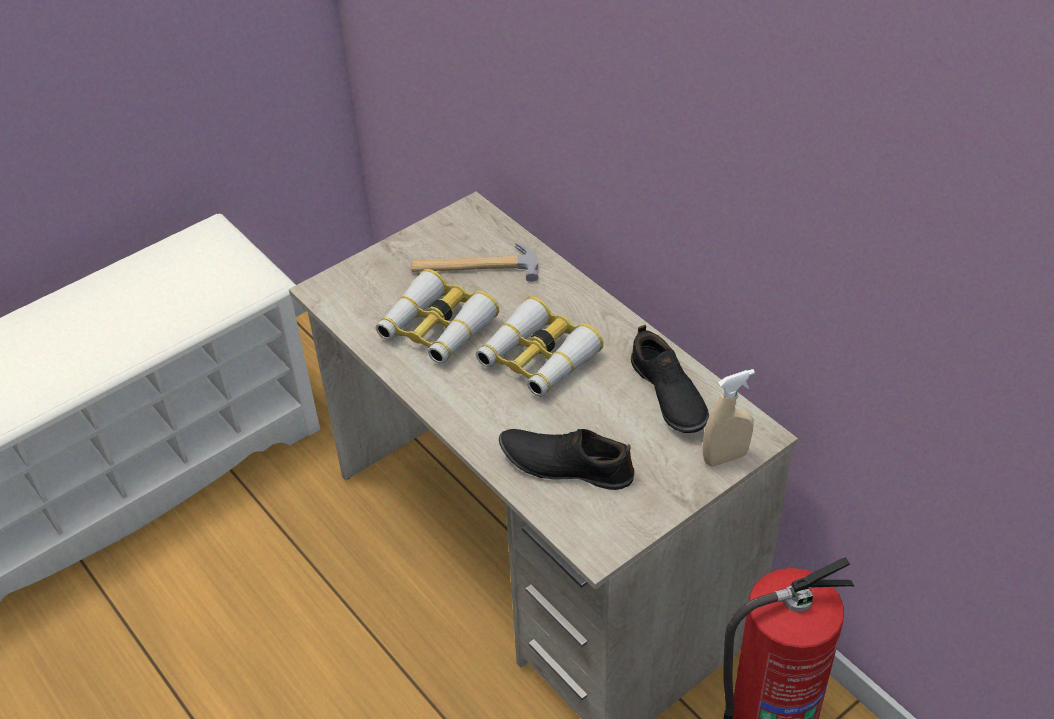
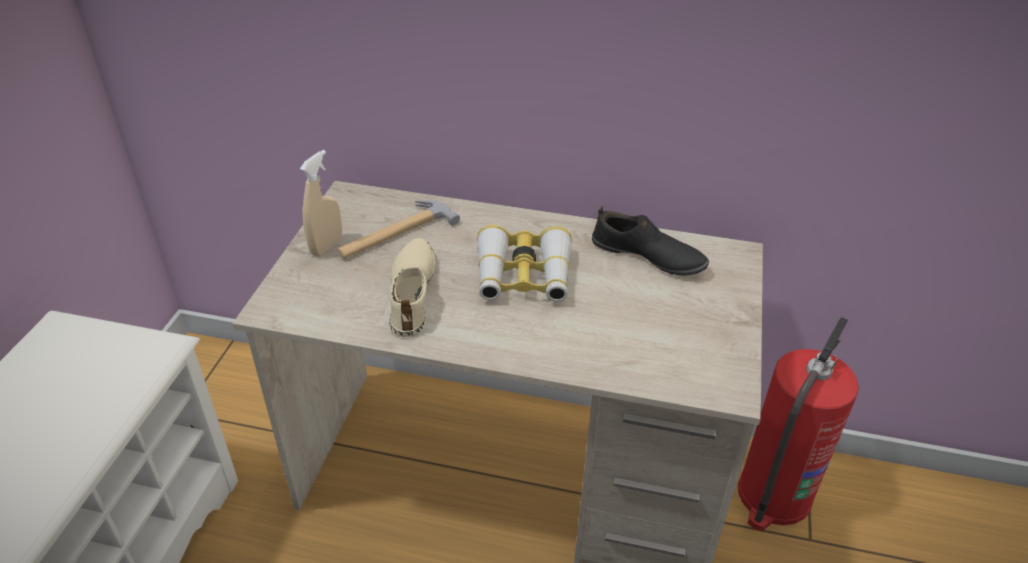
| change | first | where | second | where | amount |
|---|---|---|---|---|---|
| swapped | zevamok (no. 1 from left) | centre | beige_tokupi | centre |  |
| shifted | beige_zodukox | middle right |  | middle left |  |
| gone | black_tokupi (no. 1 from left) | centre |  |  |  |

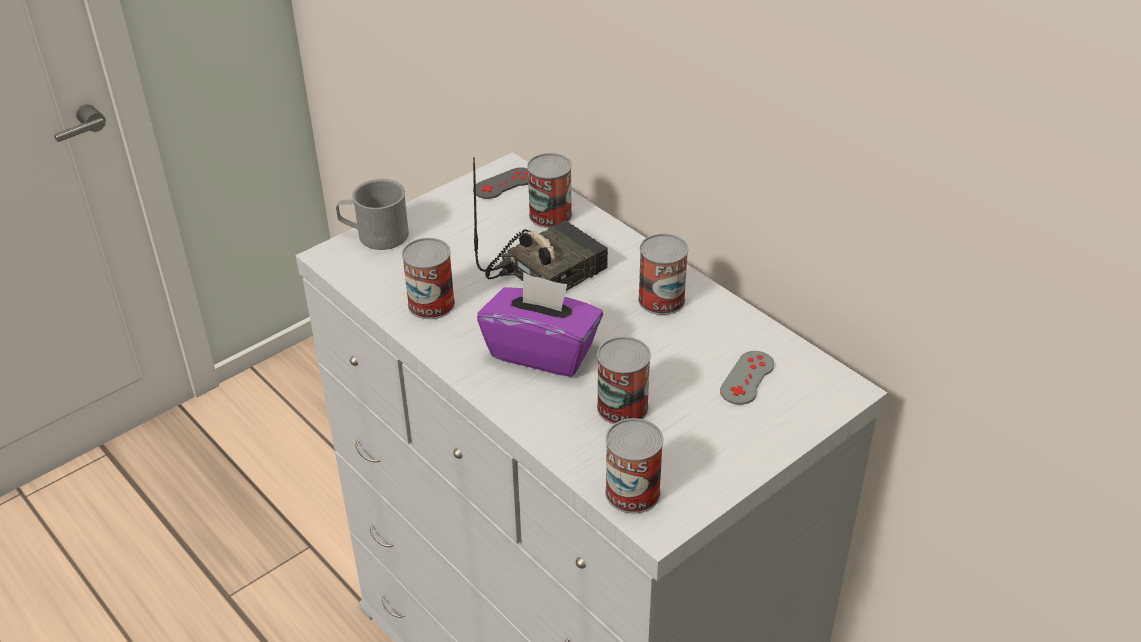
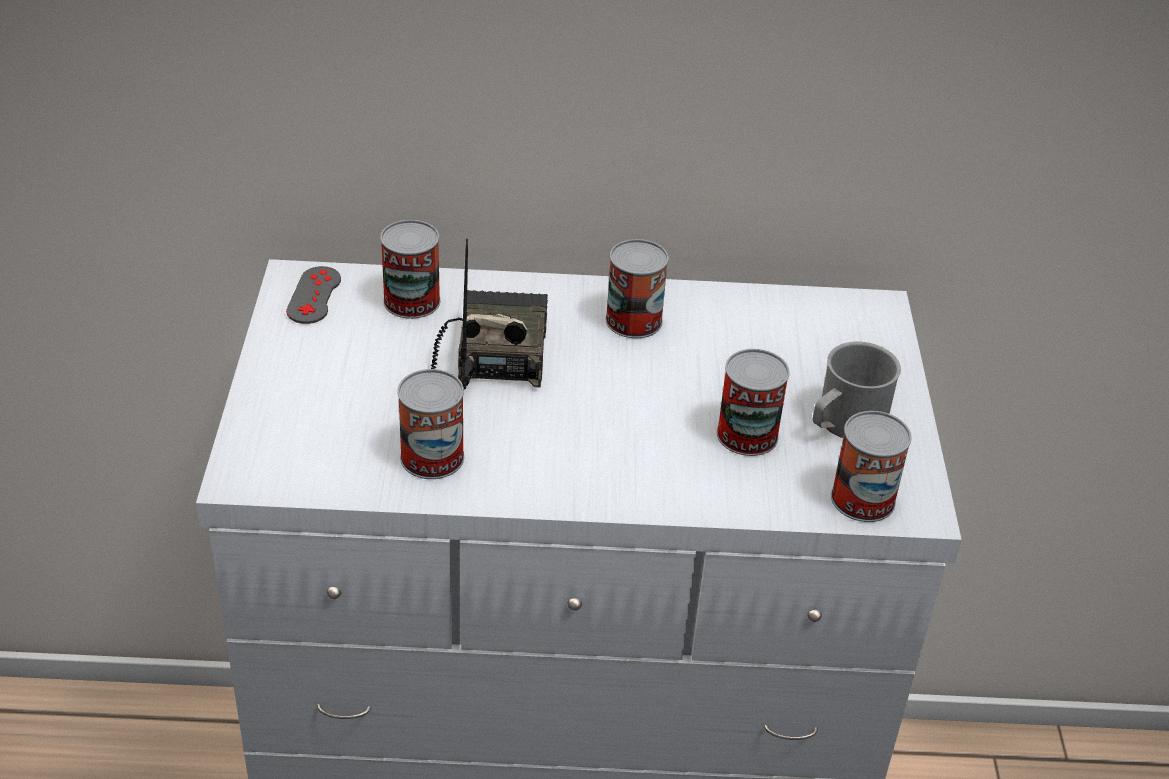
| change | first | where | second | where | amount |
|---|---|---|---|---|---|
| shifted | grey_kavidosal | middle left |  | middle right |  |
| gone | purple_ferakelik | centre |  |  |  |
| gone | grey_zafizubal (no. 2 from left) | centre |  |  |  |

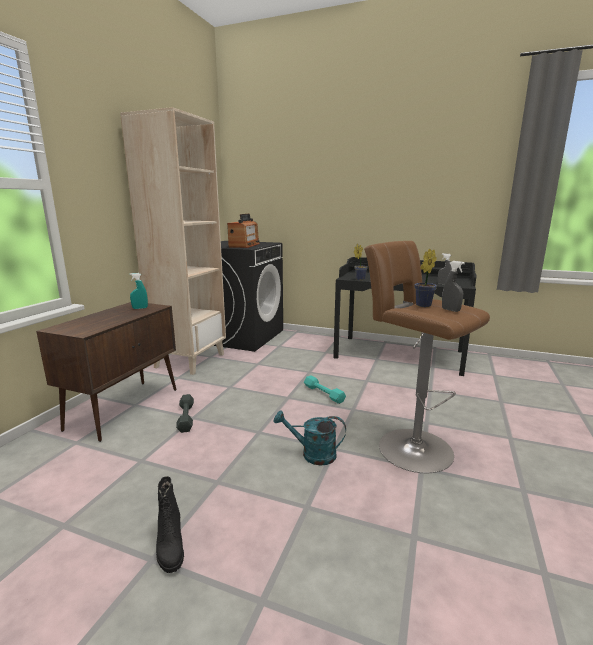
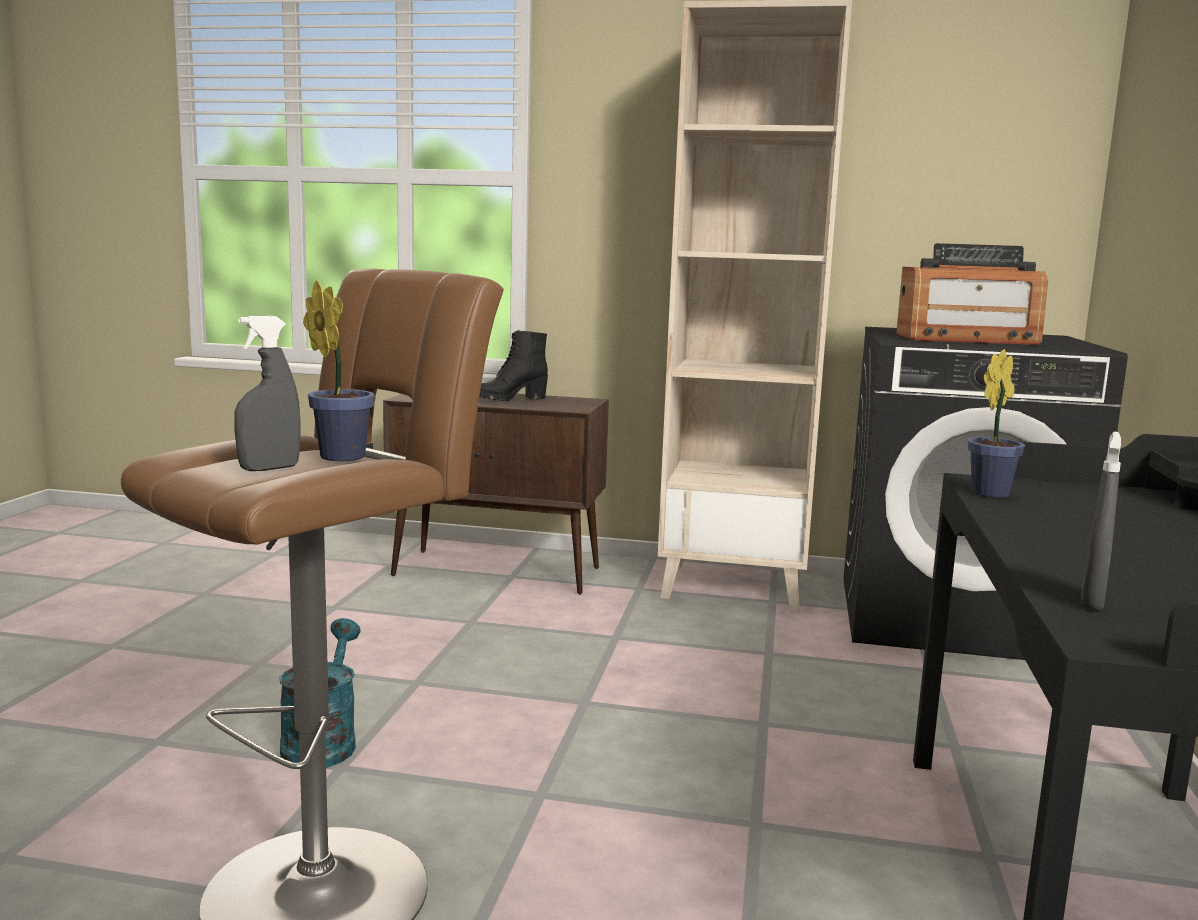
| change | first | where | second | where | amount |
|---|---|---|---|---|---|
| gone | turquoise_zodukox | middle left |  |  |  |
| gone | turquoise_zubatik | centre |  |  |  |
| gone | grey_zubatik | middle left |  |  |  |
| shifted | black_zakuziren | bottom left |  | centre |  |

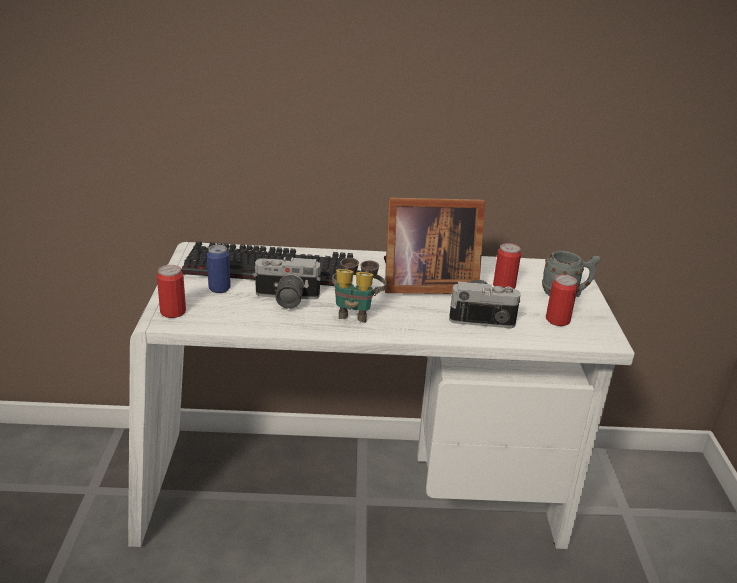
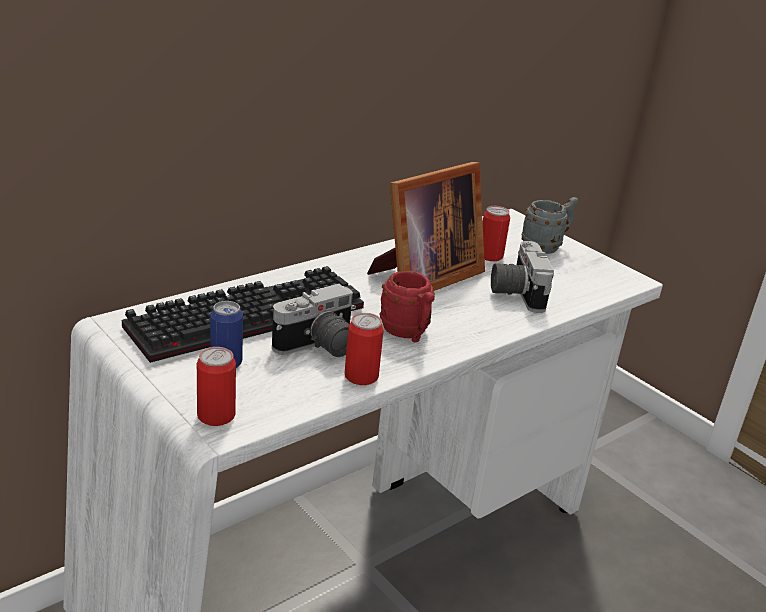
| change | first | where | second | where | amount |
|---|---|---|---|---|---|
| swapped | zevamok | centre | red_kavidosal | centre |  |
| shifted | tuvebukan (no. 4 from left in the first image) | middle right | tuvebukan (no. 3 from left) | centre |  |
| rotated | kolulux (no. 2 from left) | centre |  | middle right | 60 degrees counterclockwise |

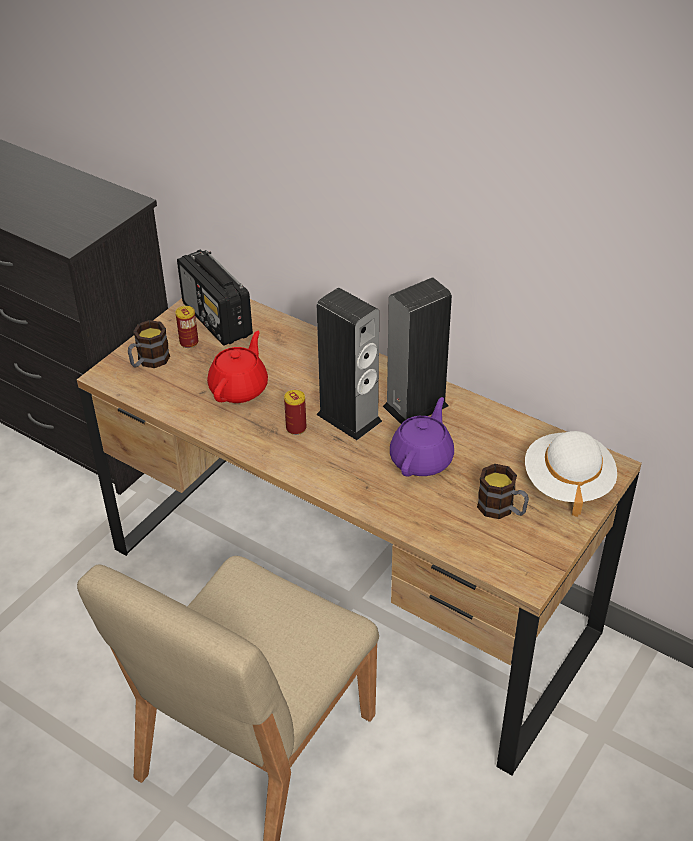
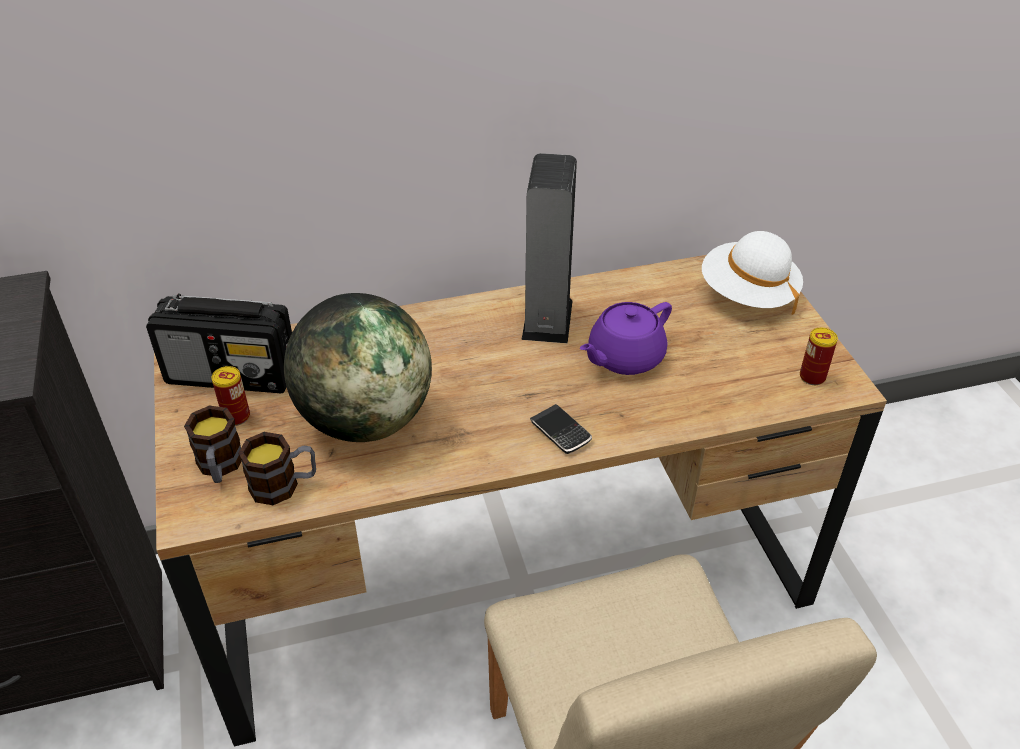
| change | first | where | second | where | amount |
|---|---|---|---|---|---|
| gone | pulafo (no. 1 from left) | centre |  |  |  |
| swapped | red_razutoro | centre | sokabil | centre |  |
| shifted | tuvebukan (no. 2 from left) | centre |  | middle right |  |
| rotated | purple_razutoro | centre |  | centre | 105 degrees counterclockwise |
| shifted | kavidosal (no. 2 from left) | middle right |  | middle left |  |
| new |  |  | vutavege | centre |  |

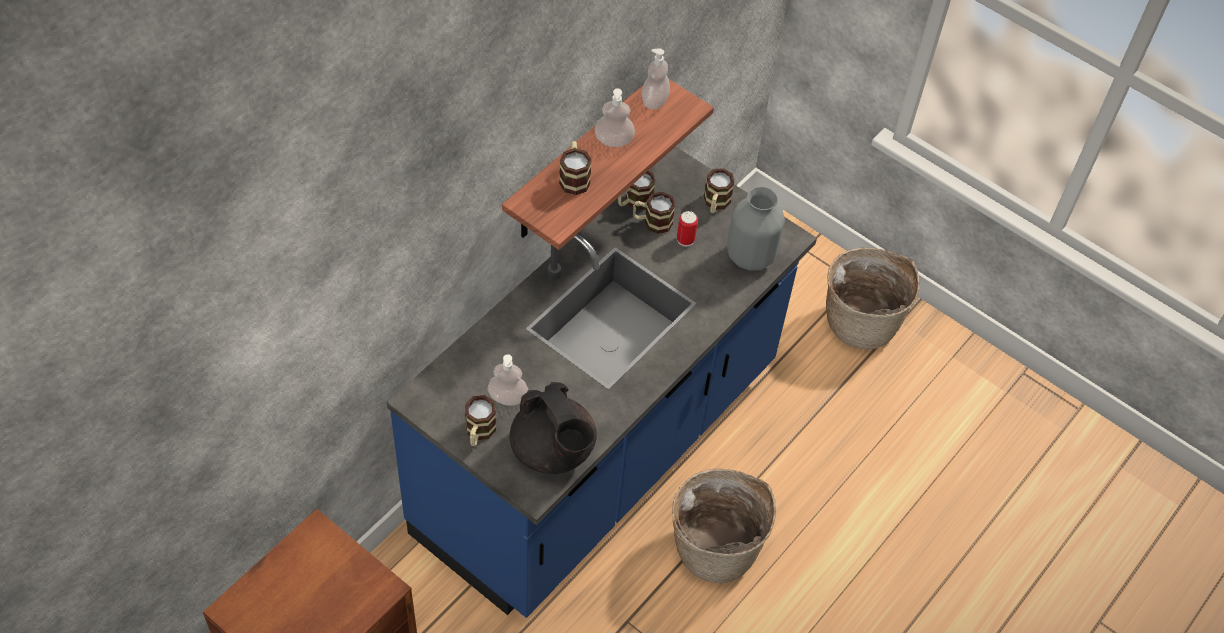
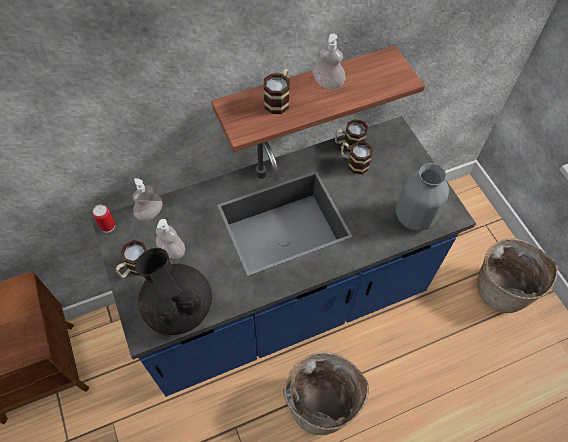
| change | first | where | second | where | amount |
|---|---|---|---|---|---|
| shifted | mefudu (no. 3 from left in the first image) | top centre | mefudu (no. 1 from left) | middle left |  |
| gone | kavidosal (no. 5 from left) | top centre |  |  |  |
| shifted | tuvebukan | centre |  | middle left |  |
| rotated | black_razutoro | bottom centre |  | middle left | 150 degrees clockwise |

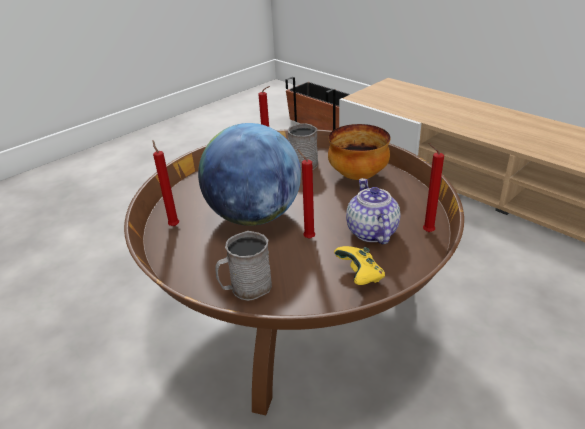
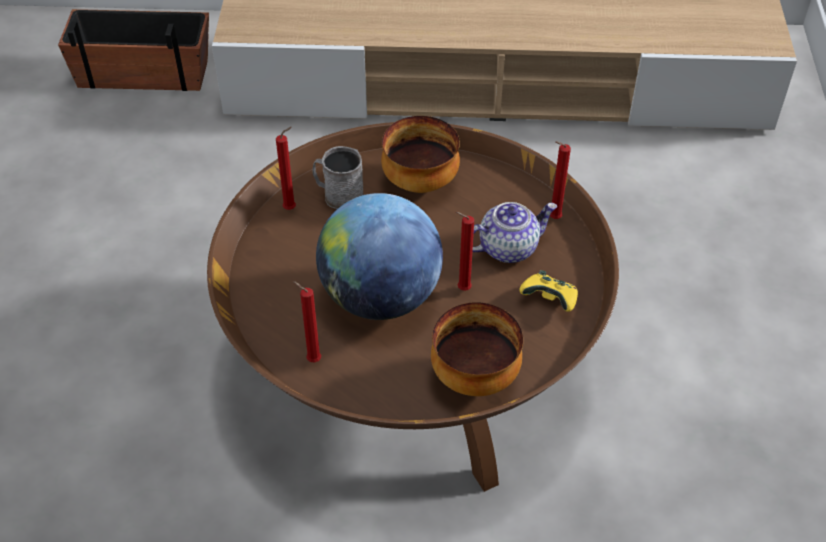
| change | first | where | second | where | amount |
|---|---|---|---|---|---|
| rotated | razutoro | centre |  | centre | 120 degrees clockwise |
| swapped | grey_kavidosal (no. 1 from left) | centre | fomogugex (no. 2 from left) | centre |  |

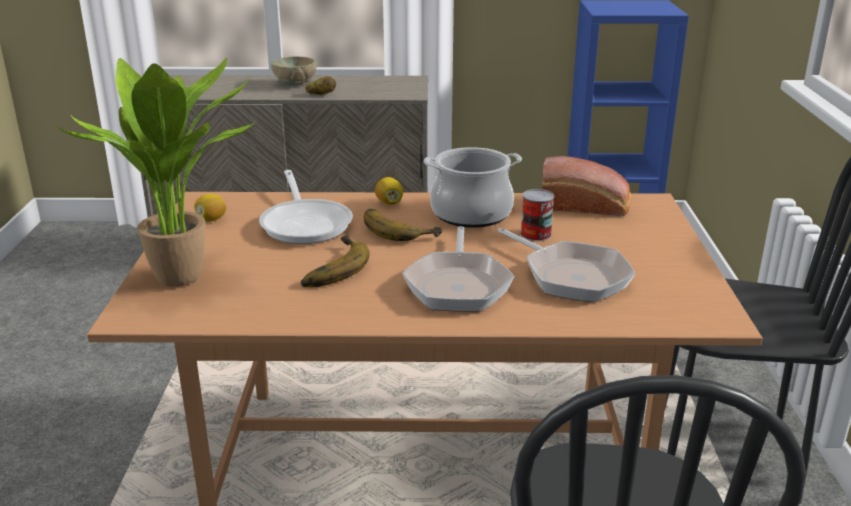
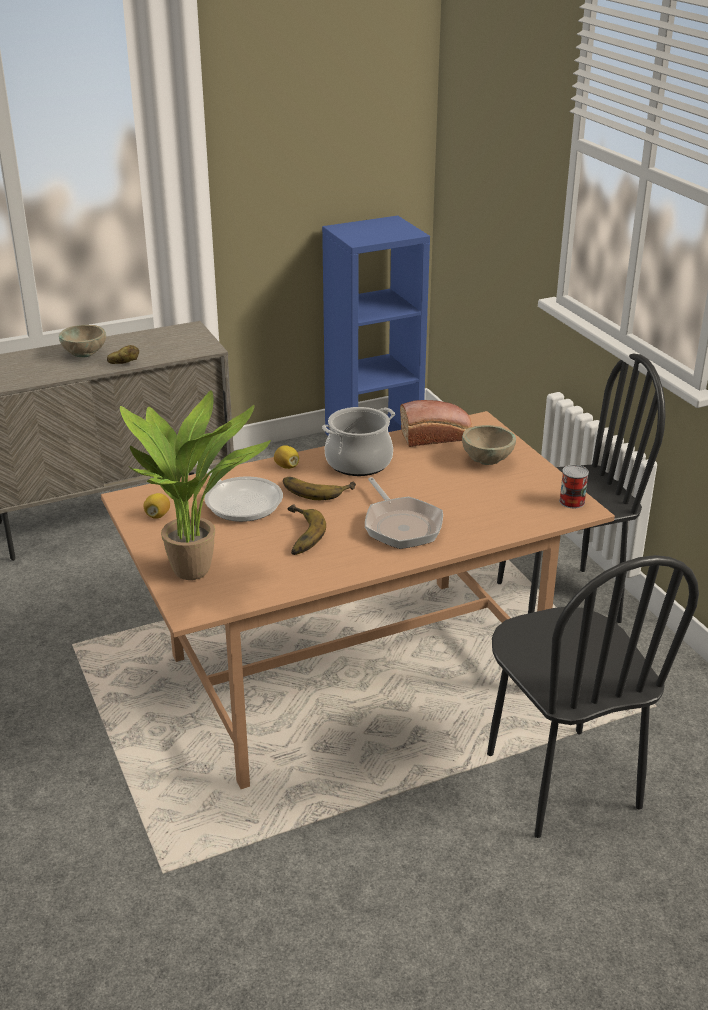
| change | first | where | second | where | amount |
|---|---|---|---|---|---|
| shifted | tuvebukan | centre |  | middle right |  |
| gone | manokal (no. 3 from left) | centre |  |  |  |
| new |  |  | beige_fomogugex (no. 2 from left) | middle right |  |

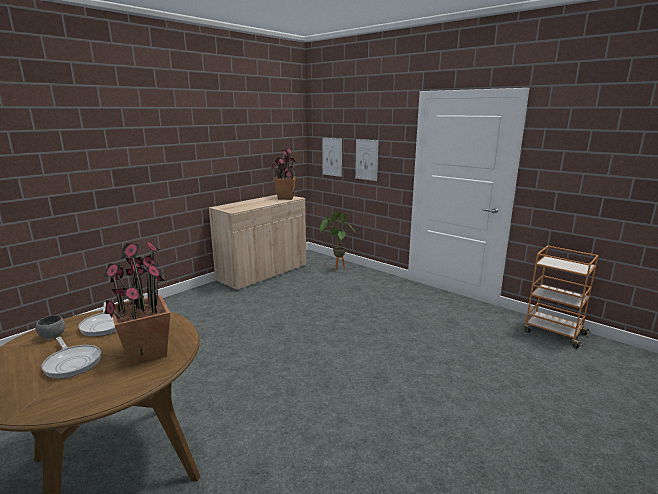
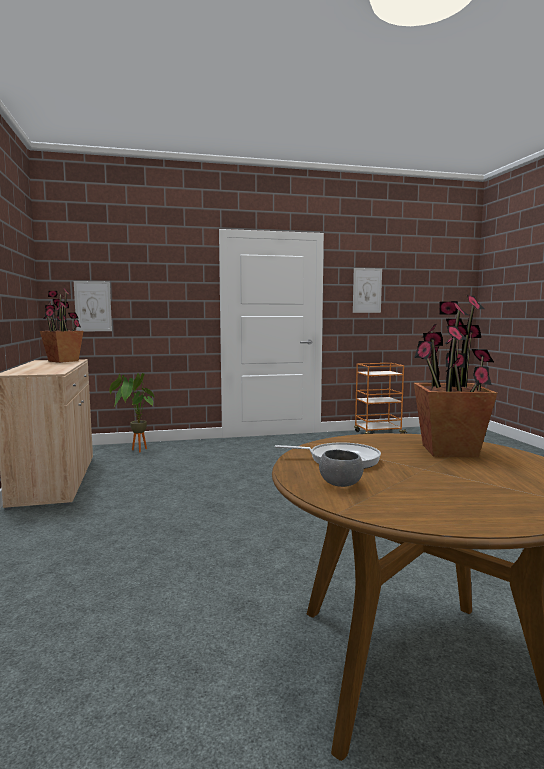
| change | first | where | second | where | amount |
|---|---|---|---|---|---|
| shifted | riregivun (no. 2 from left) | top centre |  | middle right |  |
| gone | manokal (no. 1 from left) | bottom left |  |  |  |

